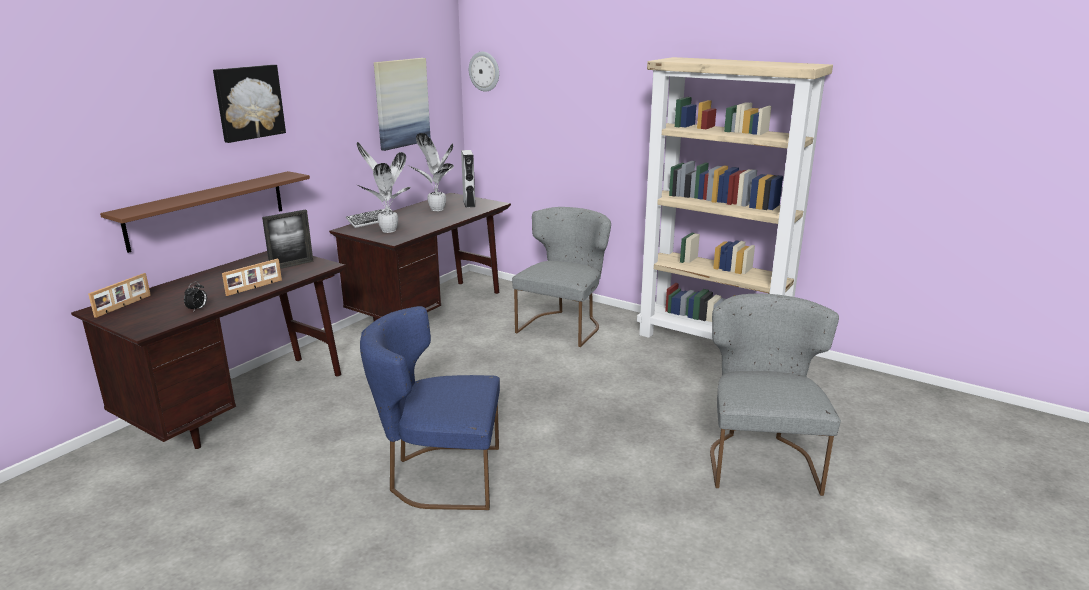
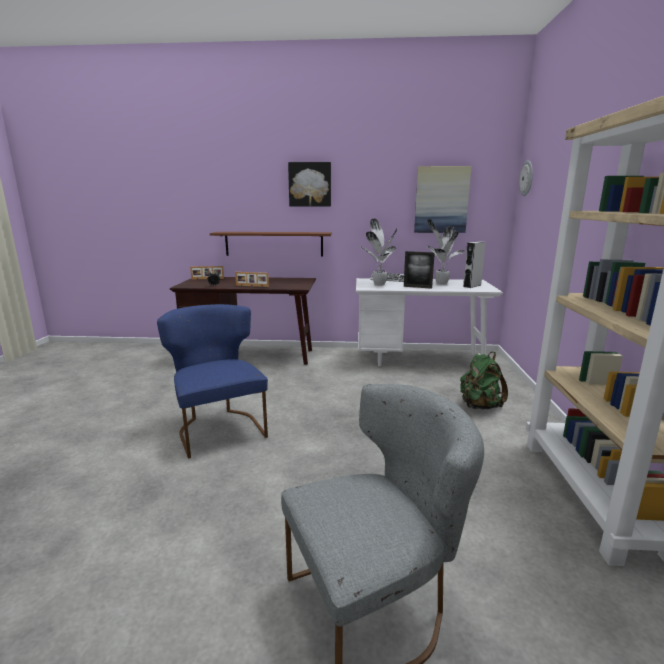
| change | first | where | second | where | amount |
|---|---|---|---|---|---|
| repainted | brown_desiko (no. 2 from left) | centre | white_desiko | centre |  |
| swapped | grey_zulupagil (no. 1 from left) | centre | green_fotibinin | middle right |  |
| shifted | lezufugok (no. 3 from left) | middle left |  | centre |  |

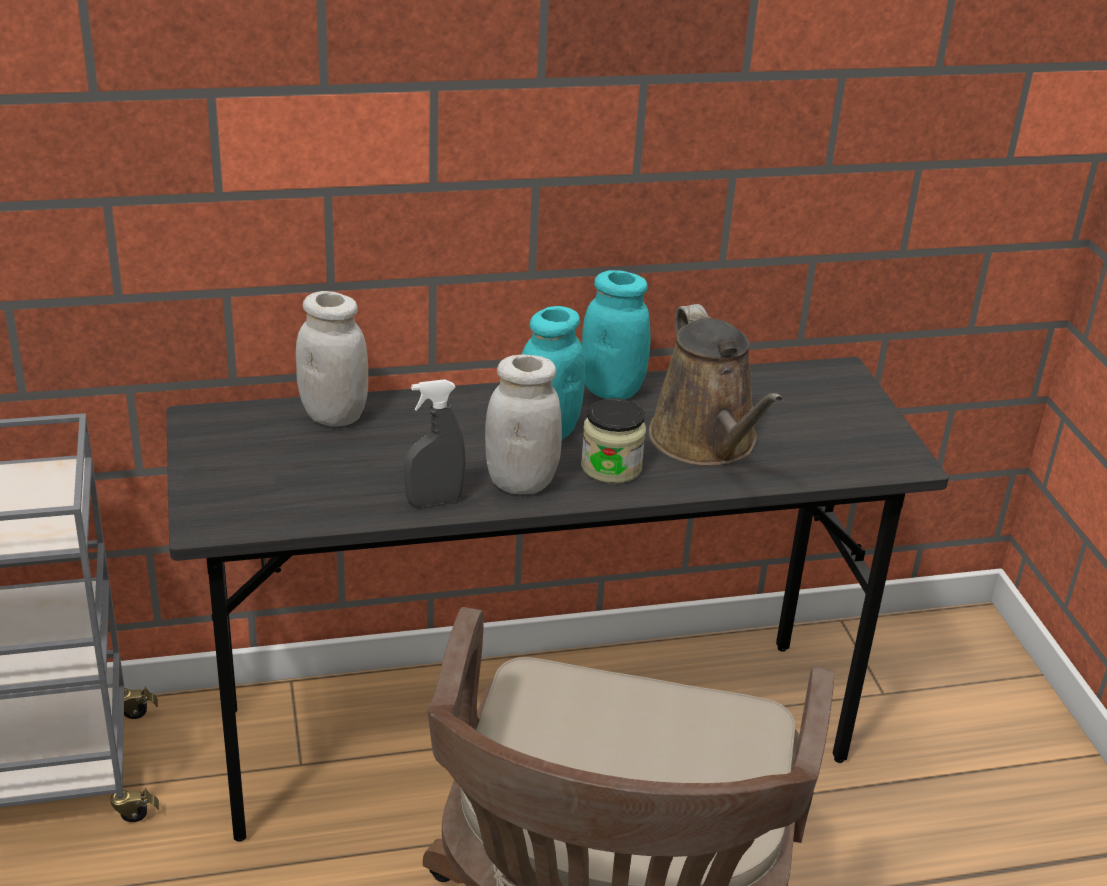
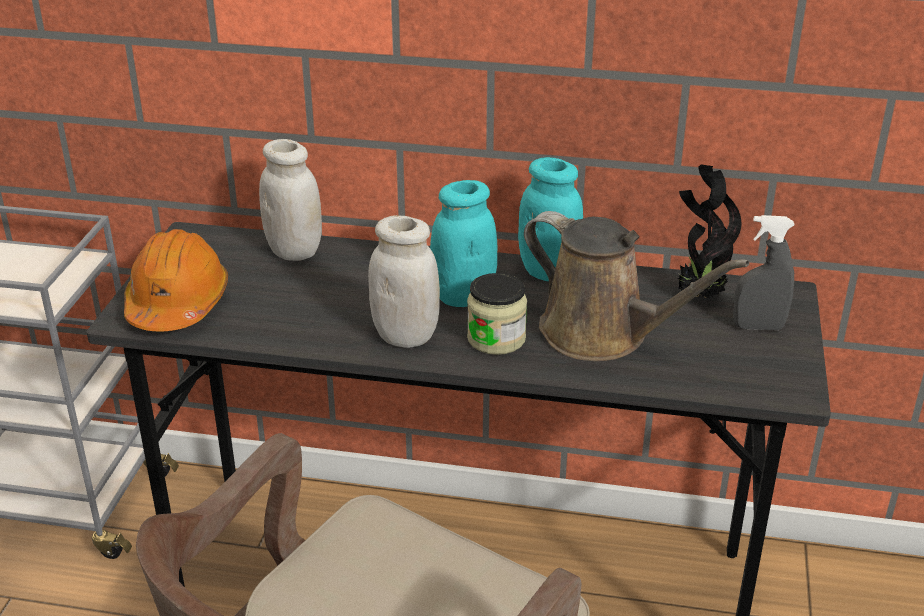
| change | first | where | second | where | amount |
|---|---|---|---|---|---|
| rotated | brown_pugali | centre |  | middle right | 60 degrees counterclockwise |
| shifted | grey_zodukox | centre |  | middle right |  |
| new |  |  | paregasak | middle right |  |
| new |  |  | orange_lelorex | middle left |  |

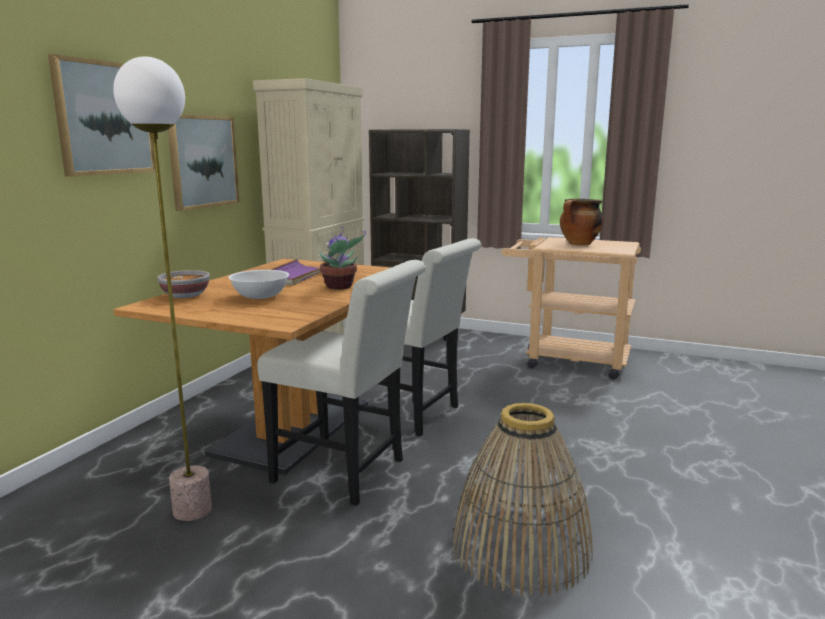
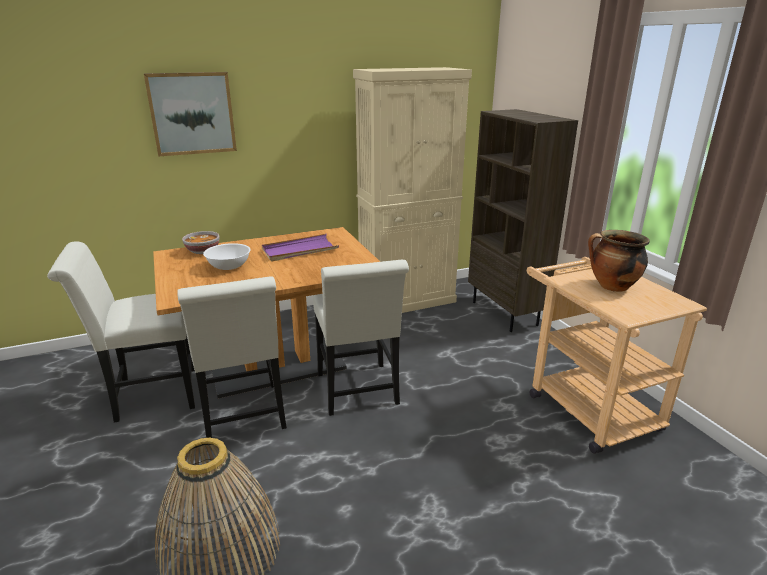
| change | first | where | second | where | amount |
|---|---|---|---|---|---|
| swapped | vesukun | middle left | white_zulupagil (no. 1 from left) | middle left |  |
| gone | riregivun (no. 2 from left) | top left |  |  |  |
| gone | paregasak | centre |  |  |  |

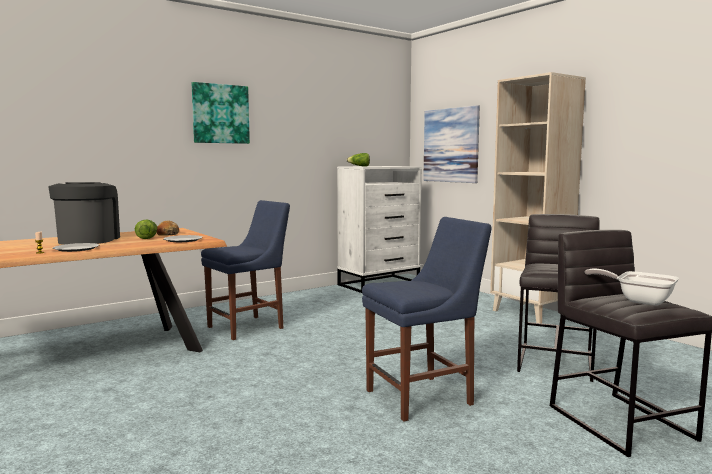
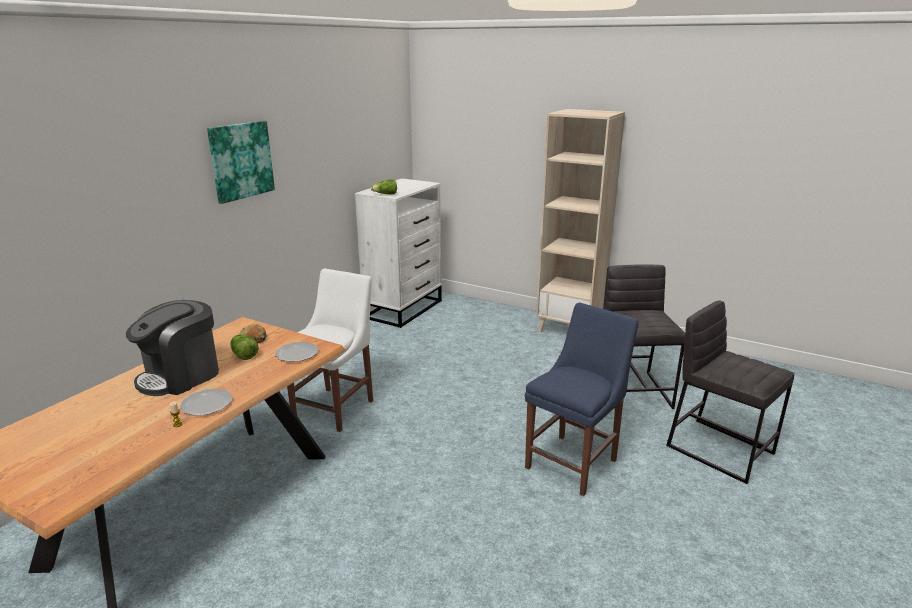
| change | first | where | second | where | amount |
|---|---|---|---|---|---|
| gone | riregivun (no. 2 from left) | top centre |  |  |  |
| rotated | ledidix | middle left |  | middle left | 105 degrees counterclockwise |
| repainted | blue_zulupagil (no. 1 from left) | centre | white_zulupagil | centre |  |
| gone | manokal | middle right |  |  |  |

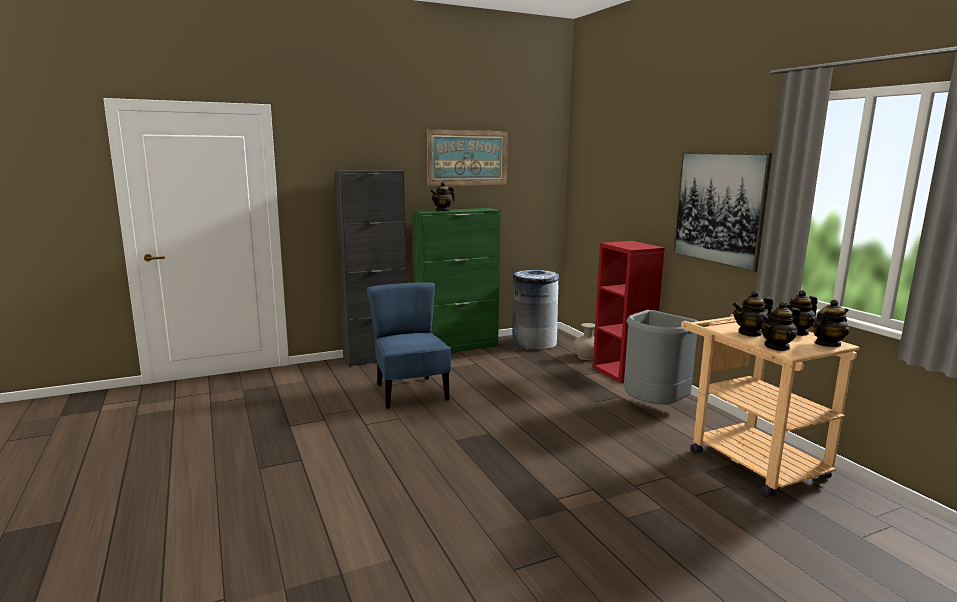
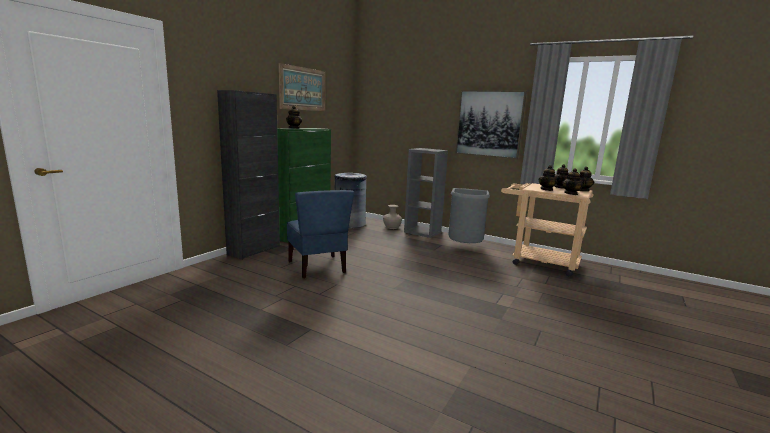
| change | first | where | second | where | amount |
|---|---|---|---|---|---|
| repainted | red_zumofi | centre | grey_zumofi | centre |  |
| rotated | blue_zulupagil | centre |  | centre | 150 degrees counterclockwise |

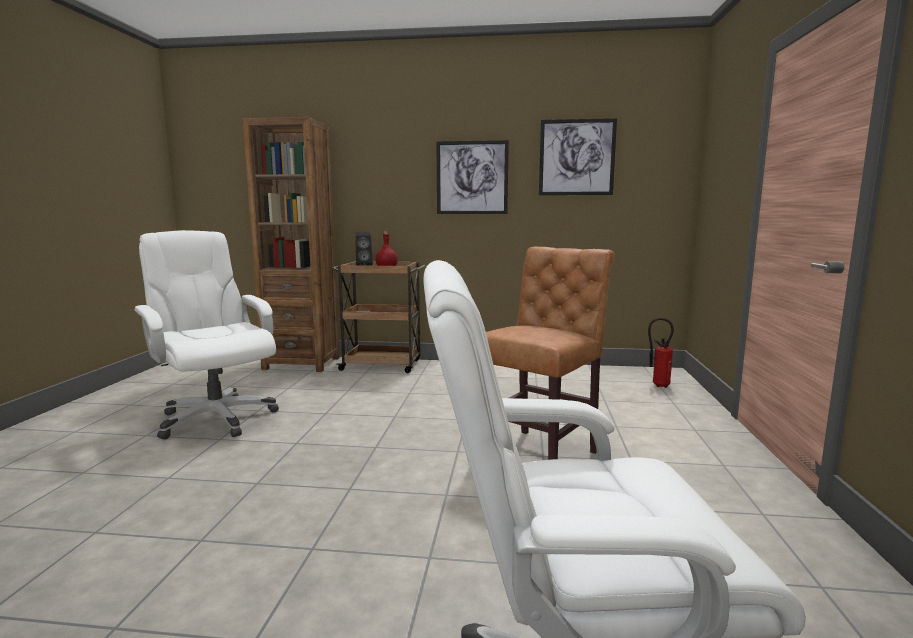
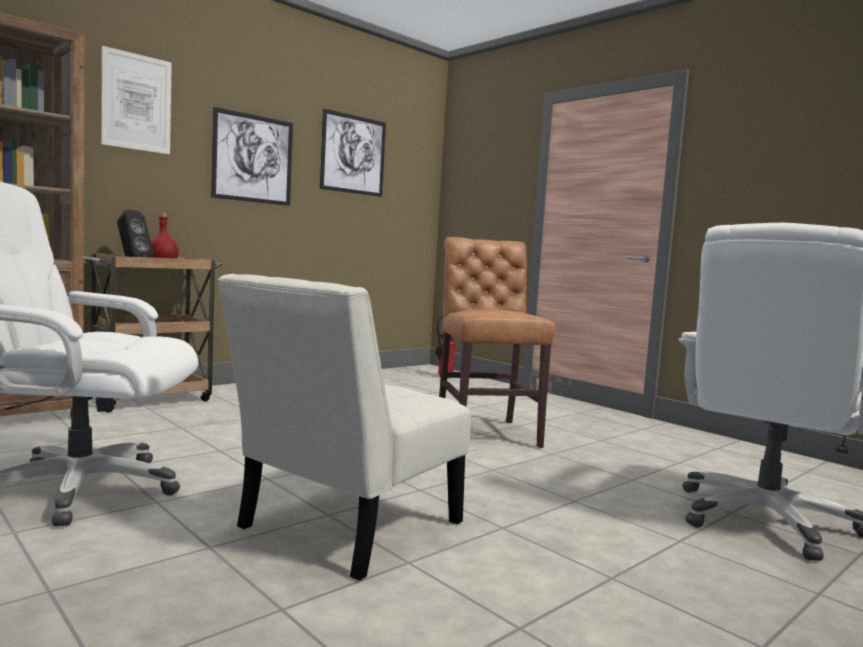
| change | first | where | second | where | amount |
|---|---|---|---|---|---|
| new |  |  | riregivun (no. 1 from left) | top left |  |
| new |  |  | white_zulupagil | centre |  |

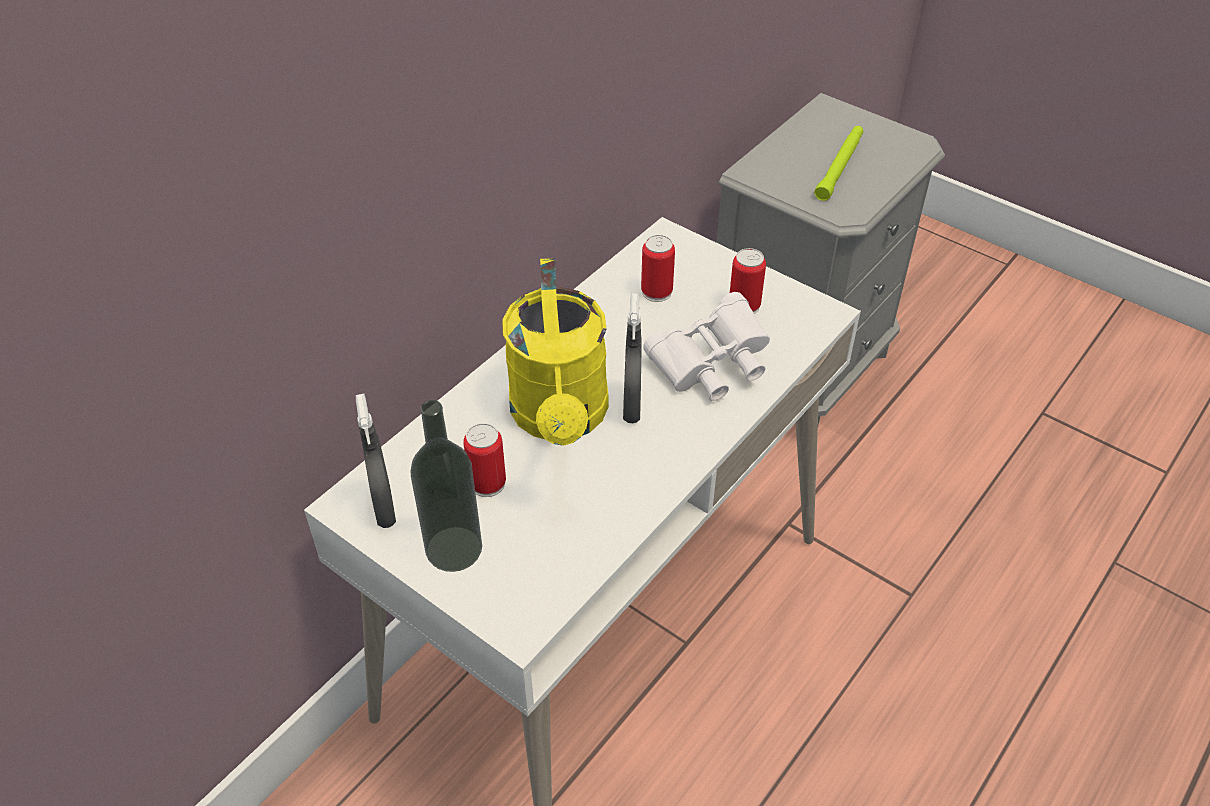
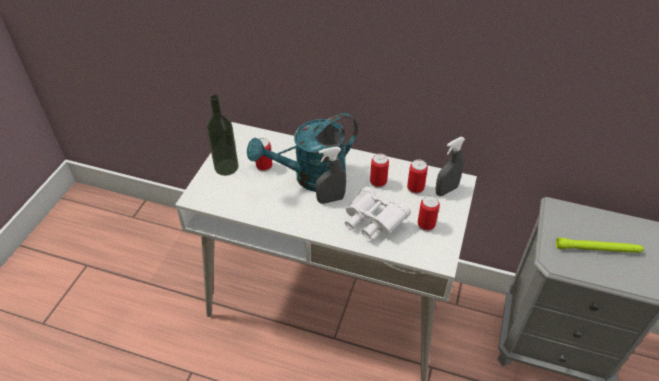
| change | first | where | second | where | amount |
|---|---|---|---|---|---|
| repainted | yellow_pugali | centre | turquoise_pugali | centre |  |
| shifted | grey_zodukox (no. 1 from left in the first image) | middle left | grey_zodukox (no. 2 from left) | middle right |  |
| new |  |  | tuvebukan (no. 2 from left) | centre |  |

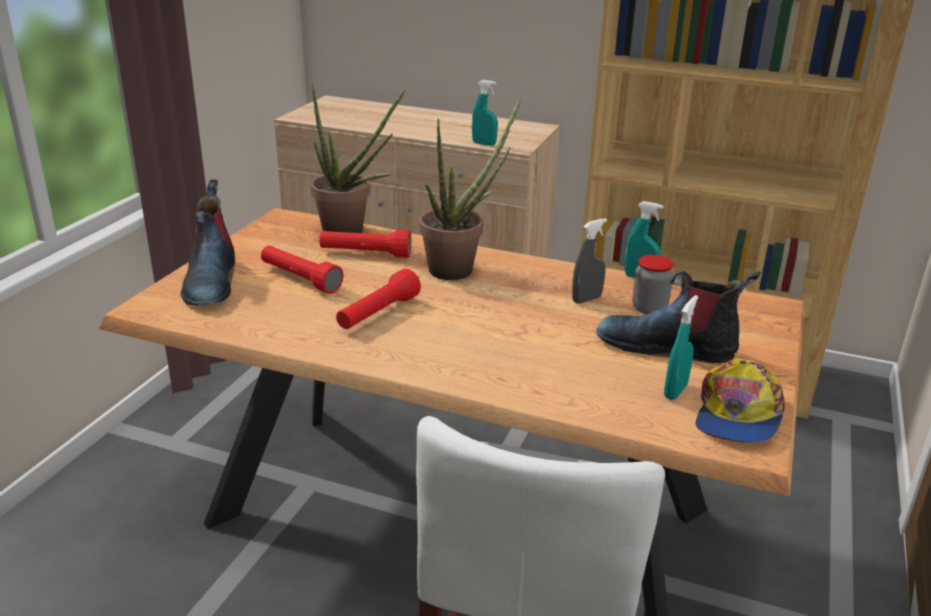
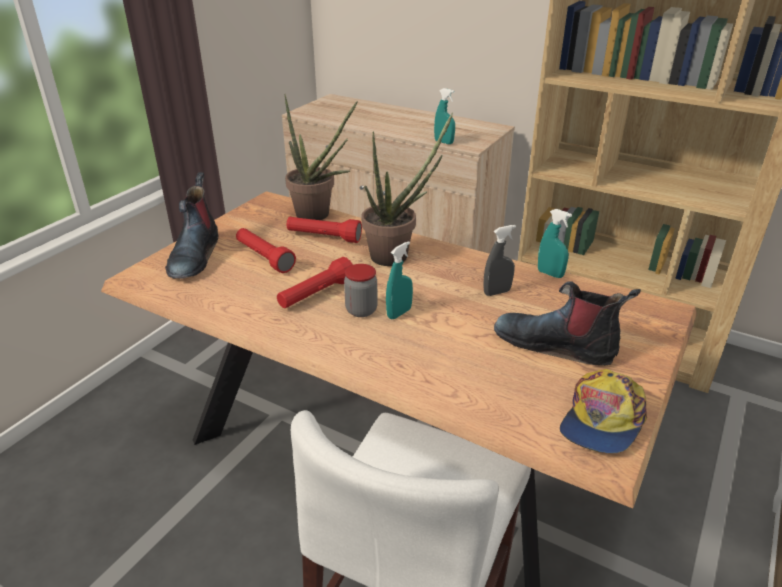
| change | first | where | second | where | amount |
|---|---|---|---|---|---|
| shifted | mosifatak | middle right |  | centre |  |
| shifted | turquoise_zodukox (no. 3 from left in the first image) | middle right | turquoise_zodukox (no. 1 from left) | centre |  |

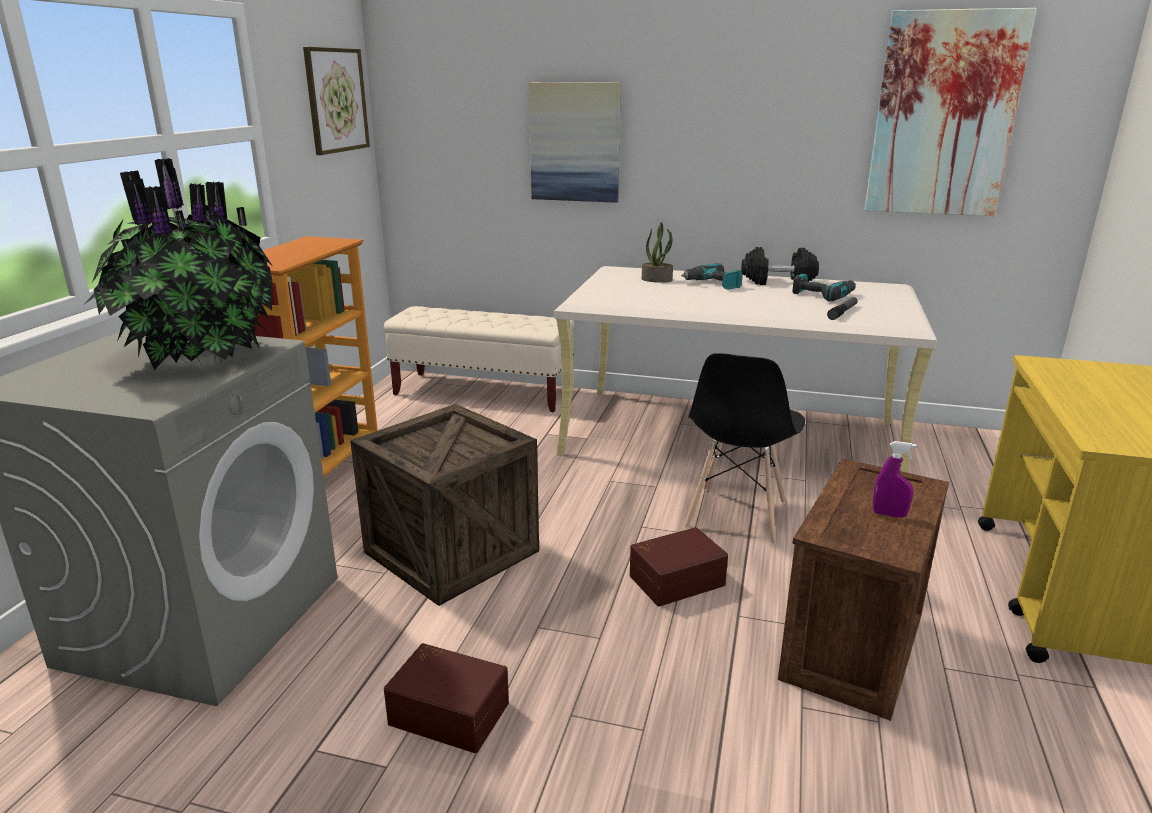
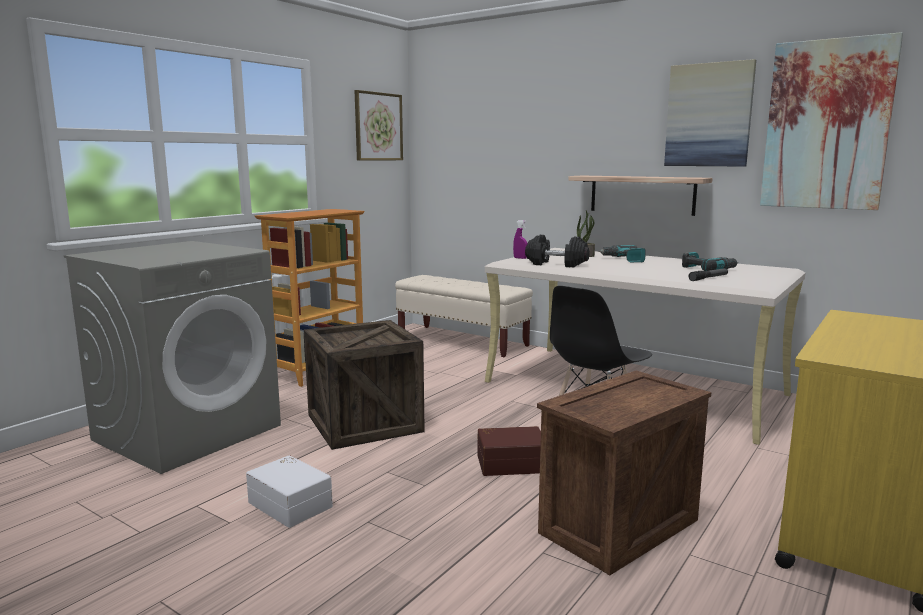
| change | first | where | second | where | amount |
|---|---|---|---|---|---|
| shifted | riregivun (no. 2 from left) | top centre |  | top right |  |
| gone | paregasak (no. 1 from left) | top left |  |  |  |
| shifted | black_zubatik | top right |  | centre |  |
| shifted | purple_zodukox | middle right |  | centre |  |
| repainted | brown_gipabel (no. 1 from left) | bottom centre | white_gipabel | bottom left |  |
| new |  |  | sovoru | top right |  |

